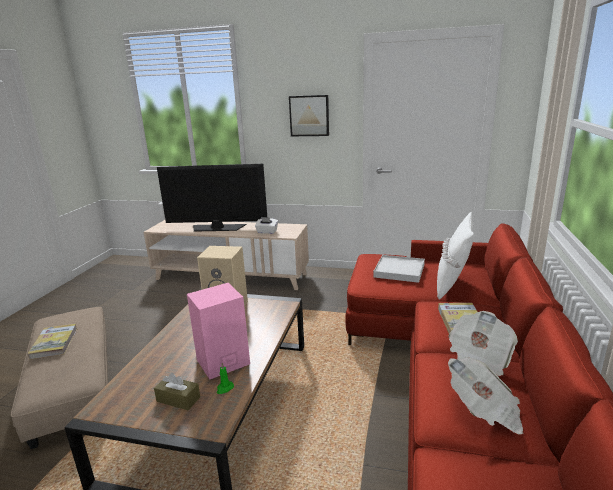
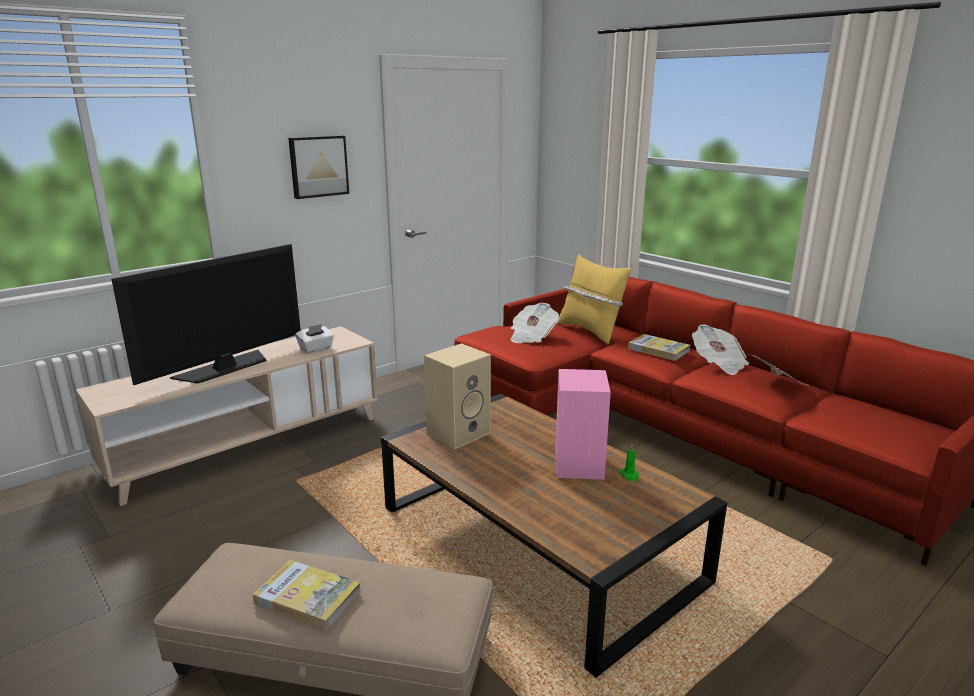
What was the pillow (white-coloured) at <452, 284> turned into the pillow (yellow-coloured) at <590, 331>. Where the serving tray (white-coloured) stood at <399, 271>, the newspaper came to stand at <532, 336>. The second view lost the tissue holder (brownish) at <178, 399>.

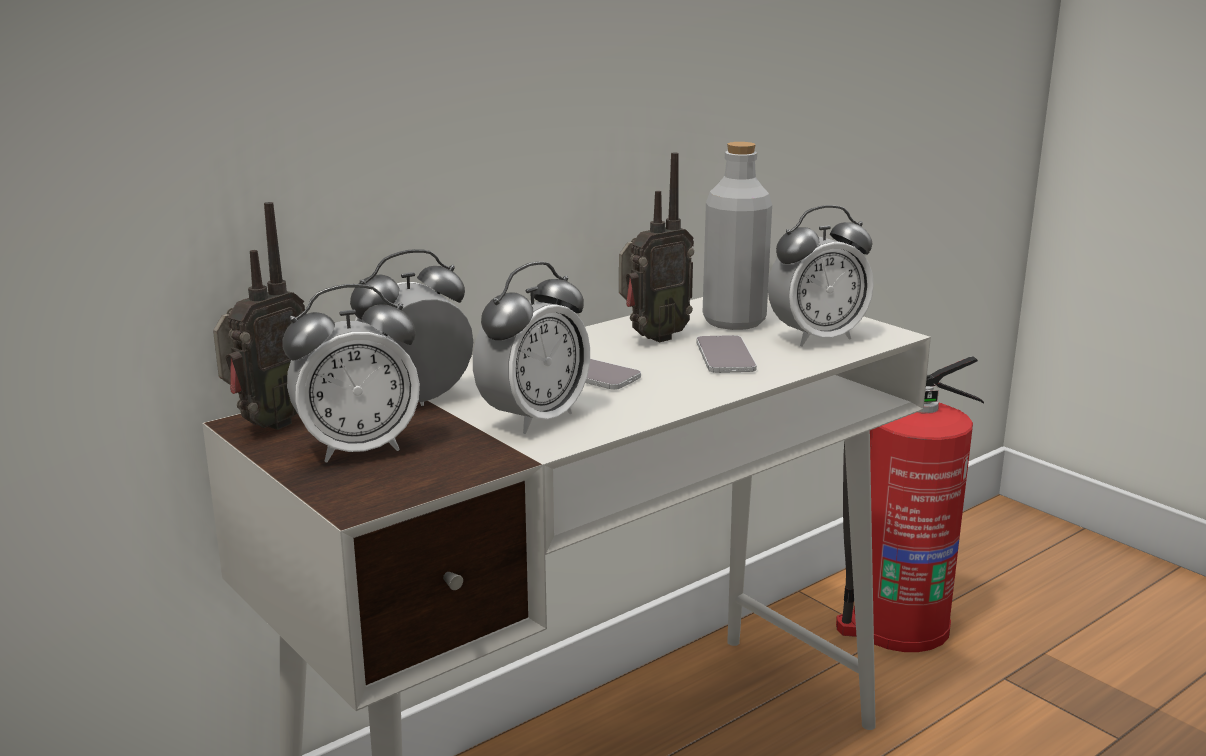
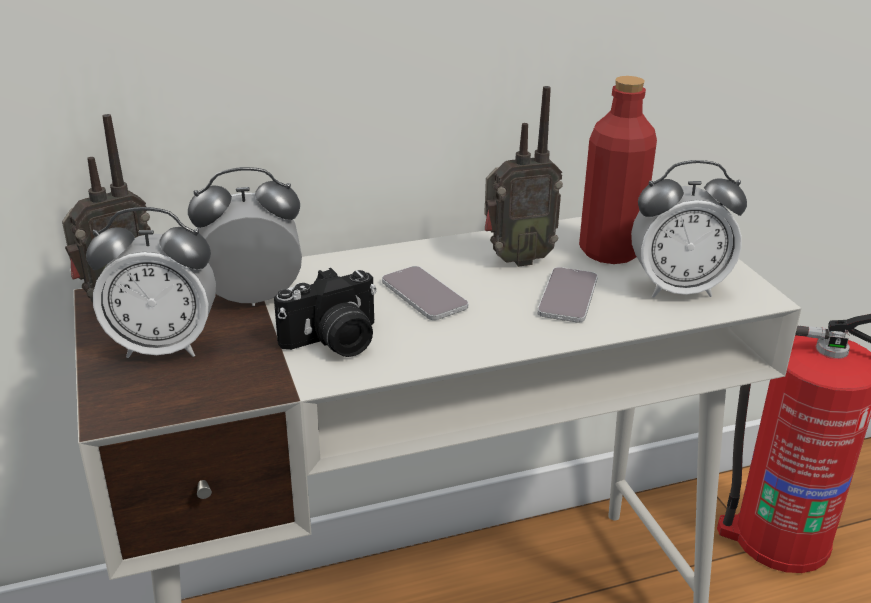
What was the bottle (grey) at <734, 321> turned into the bottle (red-coloured) at <610, 251>. Where the alarm clock stood at <534, 419>, the still camera came to stand at <334, 342>.

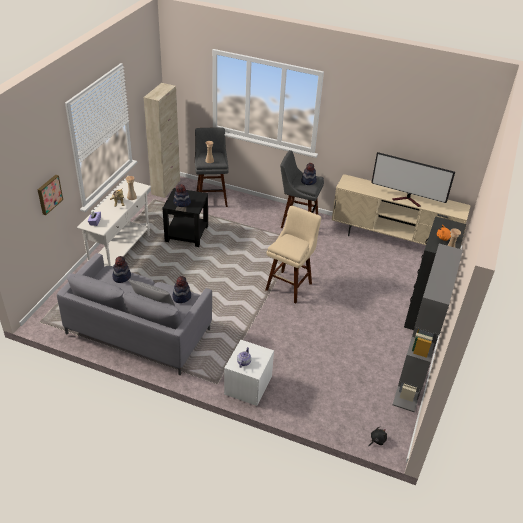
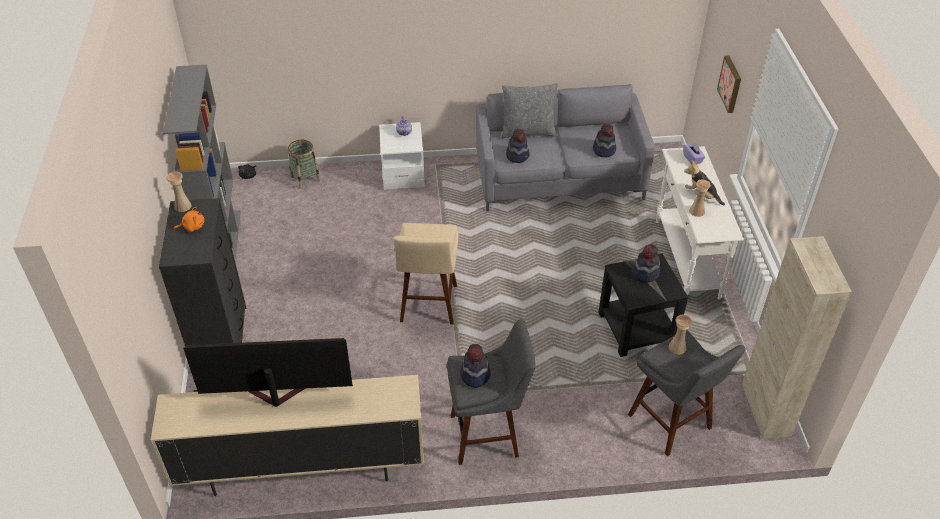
The second view gained the storage basket at <305, 178>.

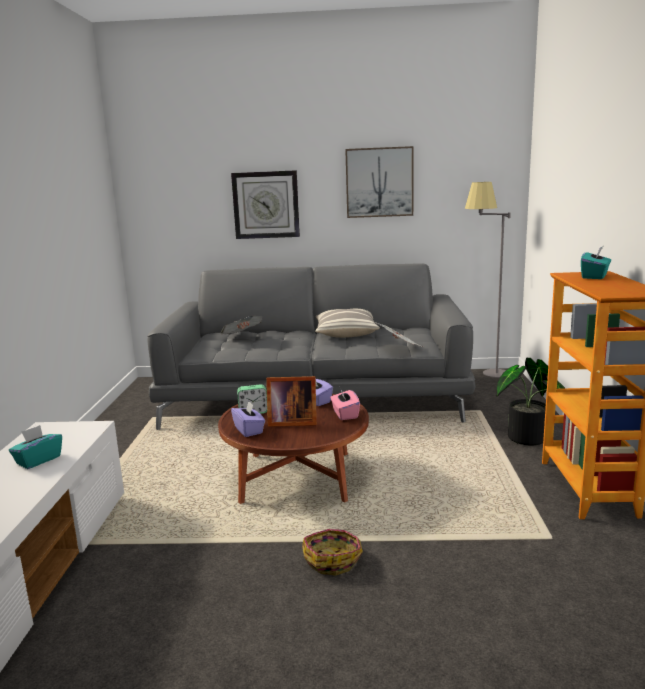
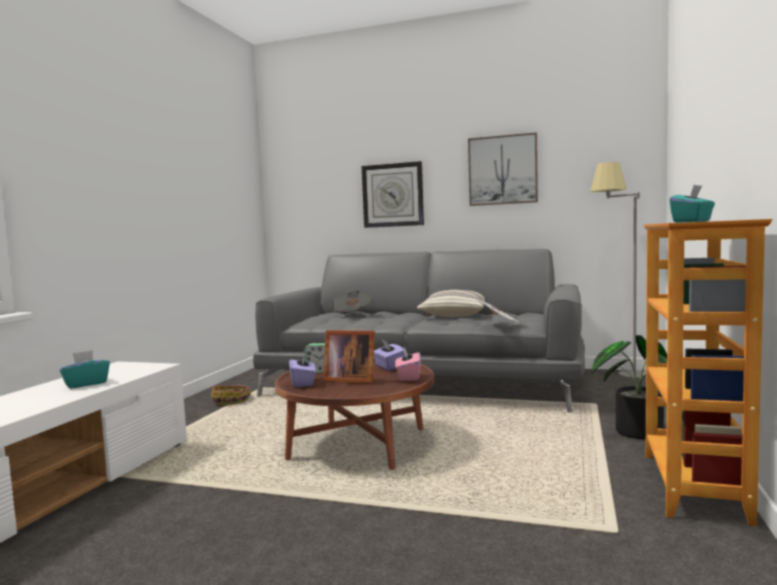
The storage basket ended up elsewhere, having gone from <333, 559> to <232, 401>.

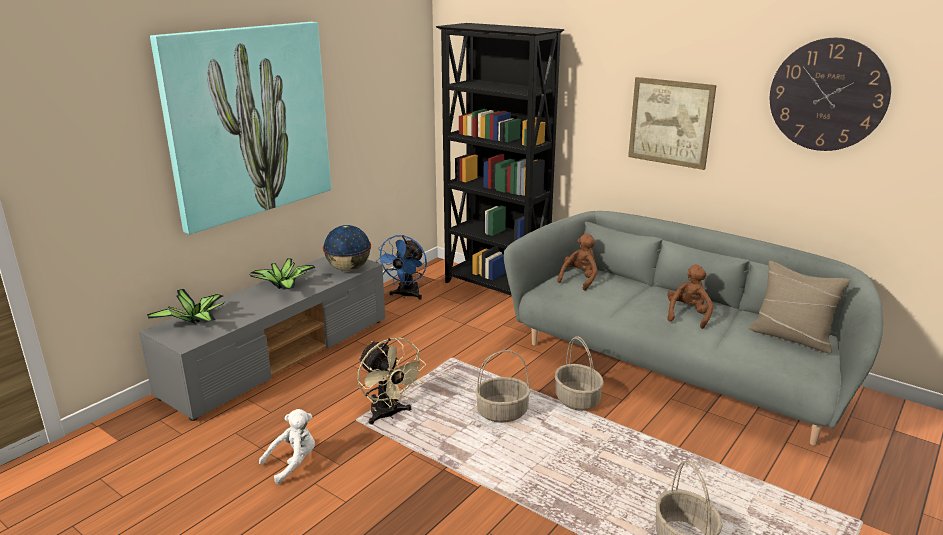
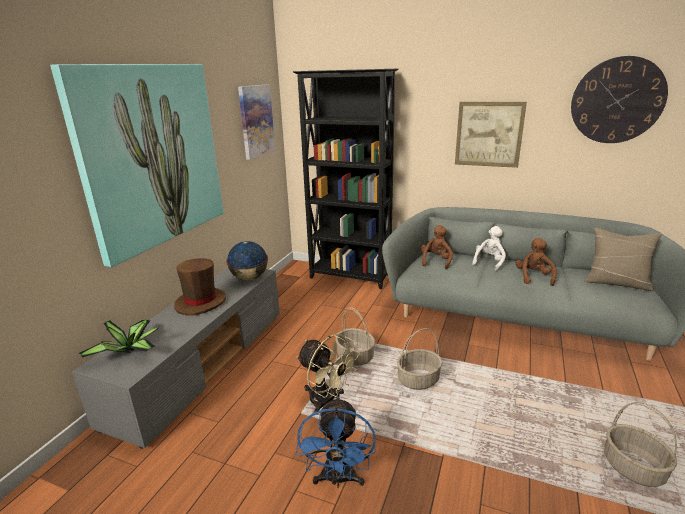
The cooling fan (blue) ended up elsewhere, having gone from <406, 295> to <338, 479>. Where the houseplant stood at <284, 287>, the wearable hat (brownish) came to stand at <201, 302>. The storage basket ended up elsewhere, having gone from <578, 400> to <355, 357>. The plush toy (white-coloured) ended up elsewhere, having gone from <293, 463> to <489, 262>. The second view gained the picture at <256, 121>.

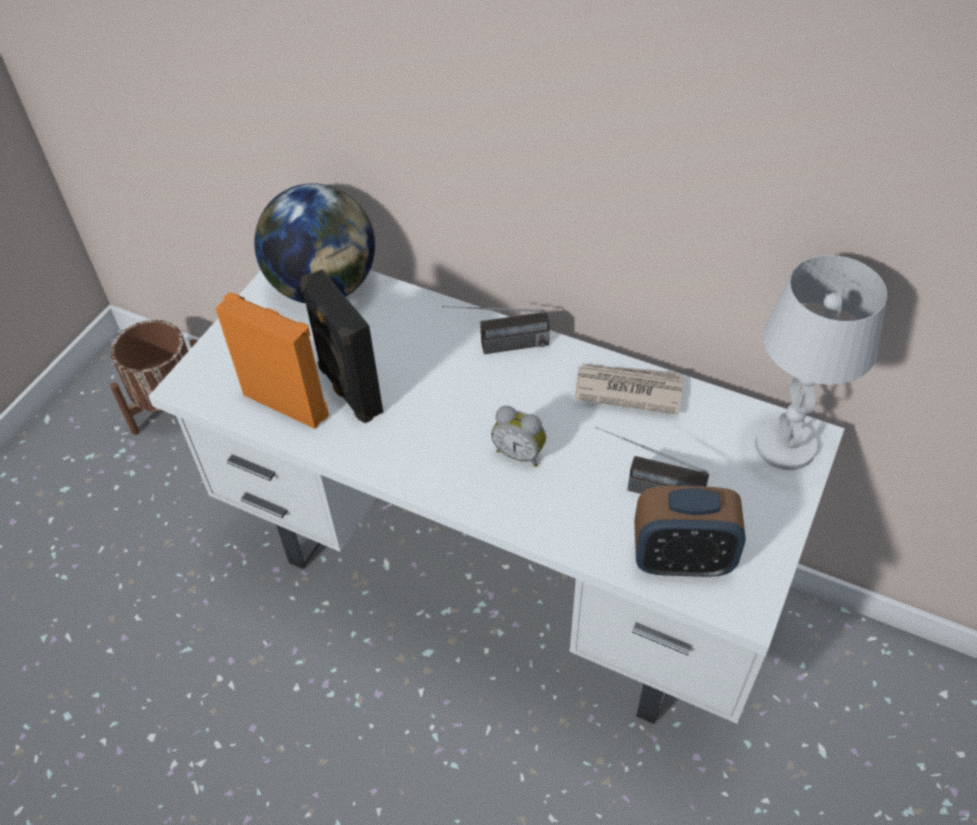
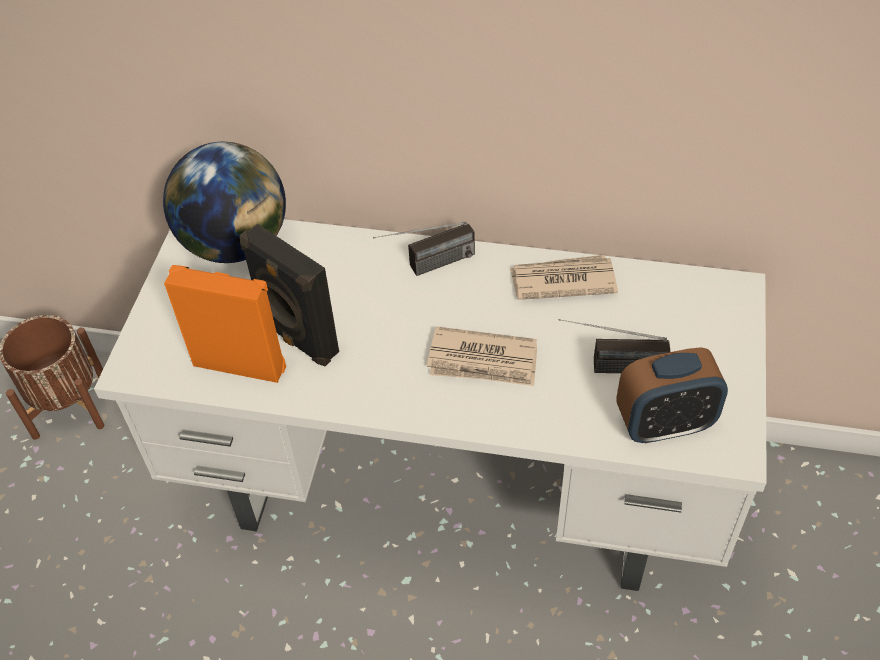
The second view lost the tabletop lamp (white-coloured) at <786, 446>. Where the alarm clock stood at <520, 453>, the newspaper came to stand at <483, 361>.

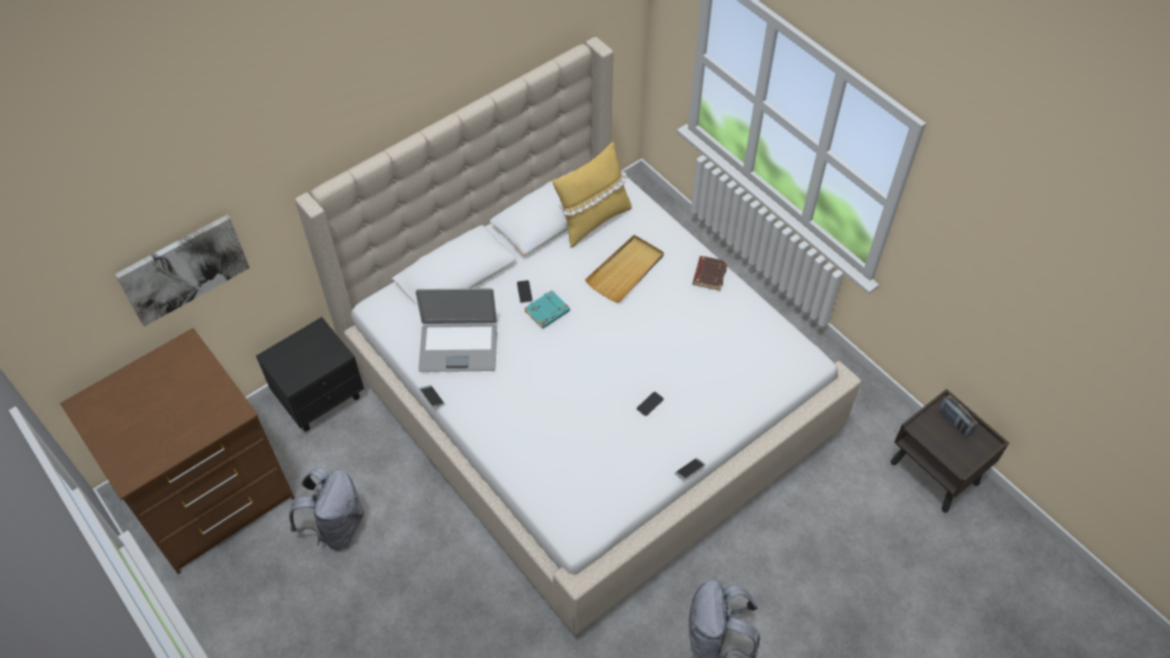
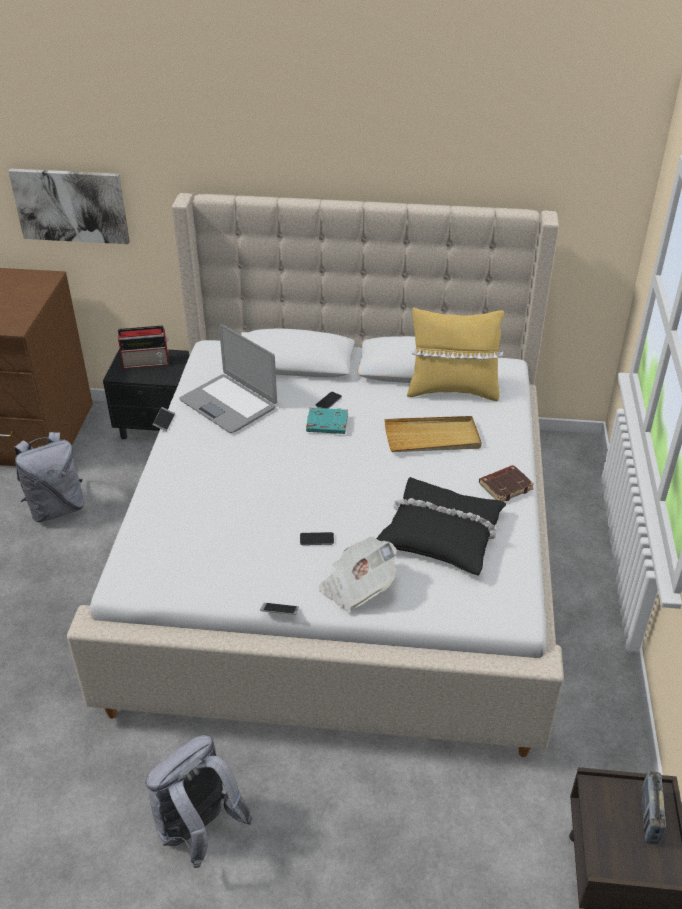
The second view gained the radio receiver at <147, 362>. The second view gained the pillow (black) at <441, 534>. The second view gained the newspaper at <357, 587>.

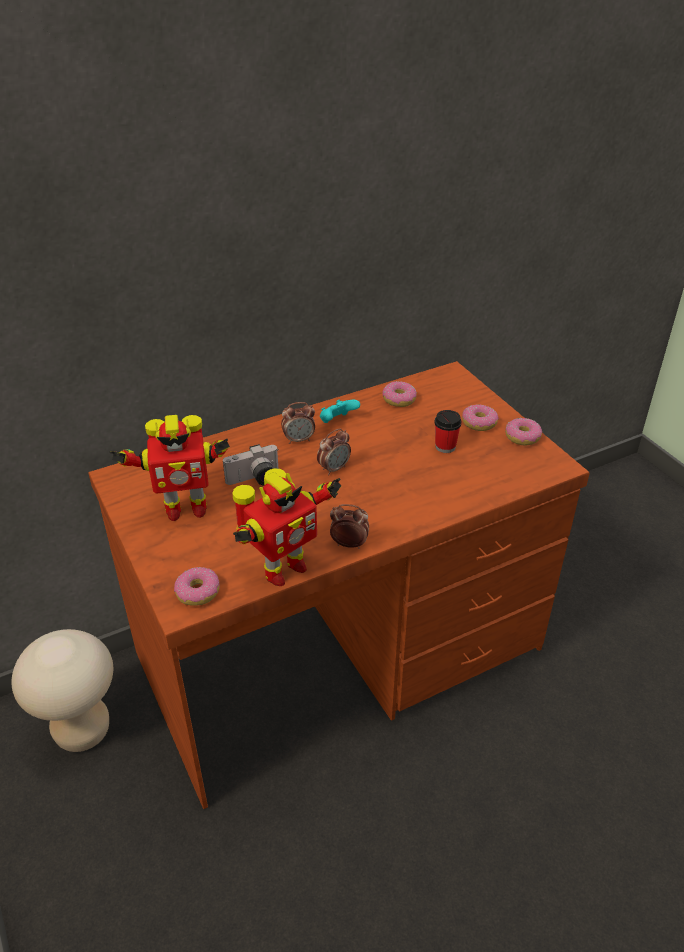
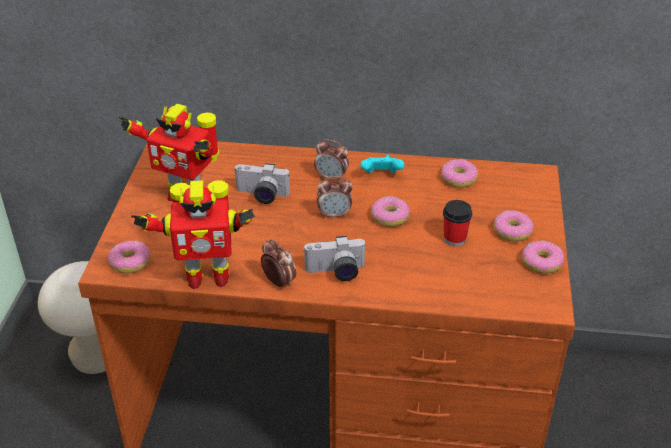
The second view gained the ring doughnut at <390, 217>. The second view gained the still camera at <336, 272>.

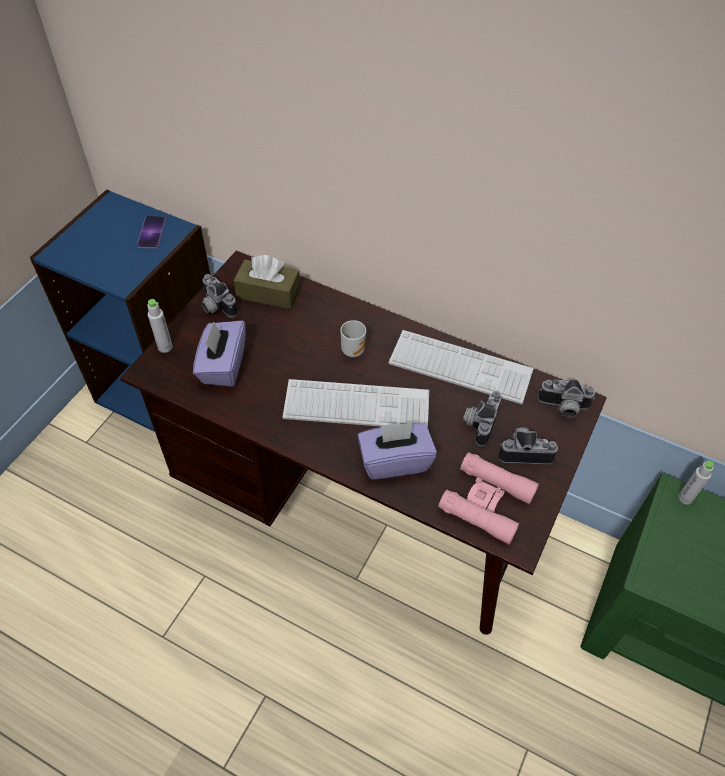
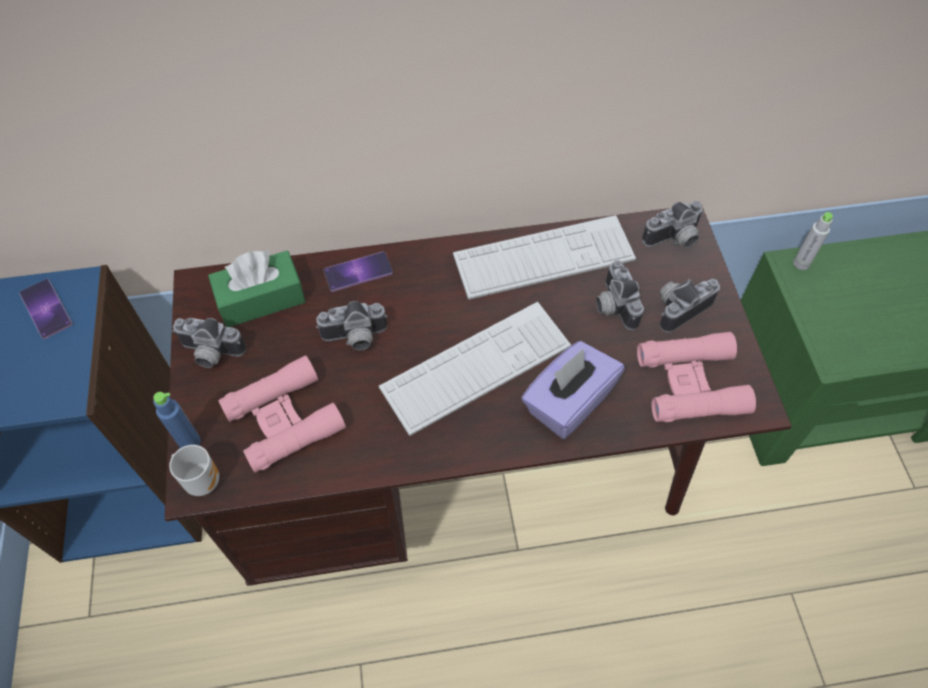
What was the tissue holder (brownish) at <268, 293> turned into the tissue holder (green) at <261, 299>. What was the bottle (grey) at <165, 347> turned into the bottle (blue) at <190, 442>. The coffee mug ended up elsewhere, having gone from <353, 350> to <202, 479>. Where the tissue holder (purplish) stood at <223, 366>, the binoculars (pink) came to stand at <284, 419>. The second view gained the telephone at <358, 272>. The second view gained the still camera at <355, 339>.

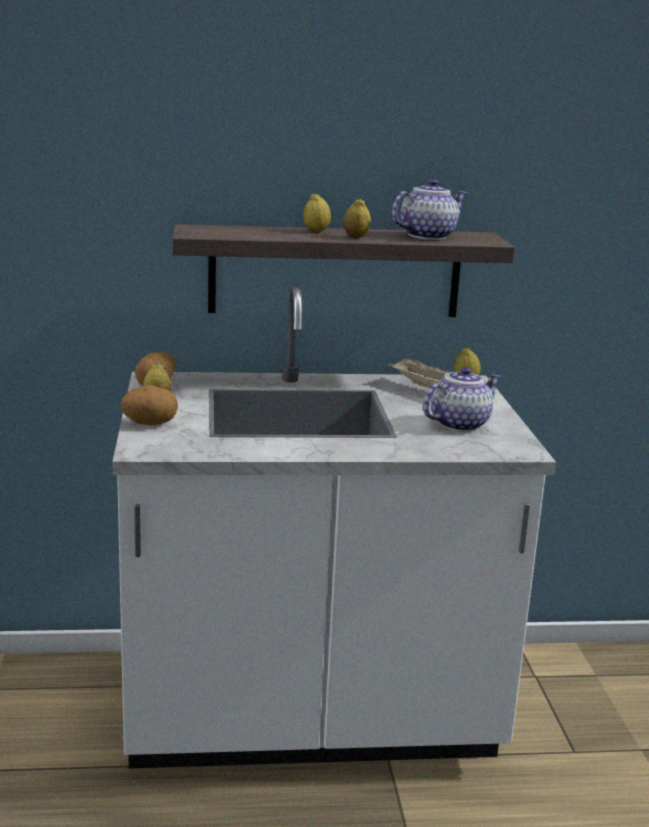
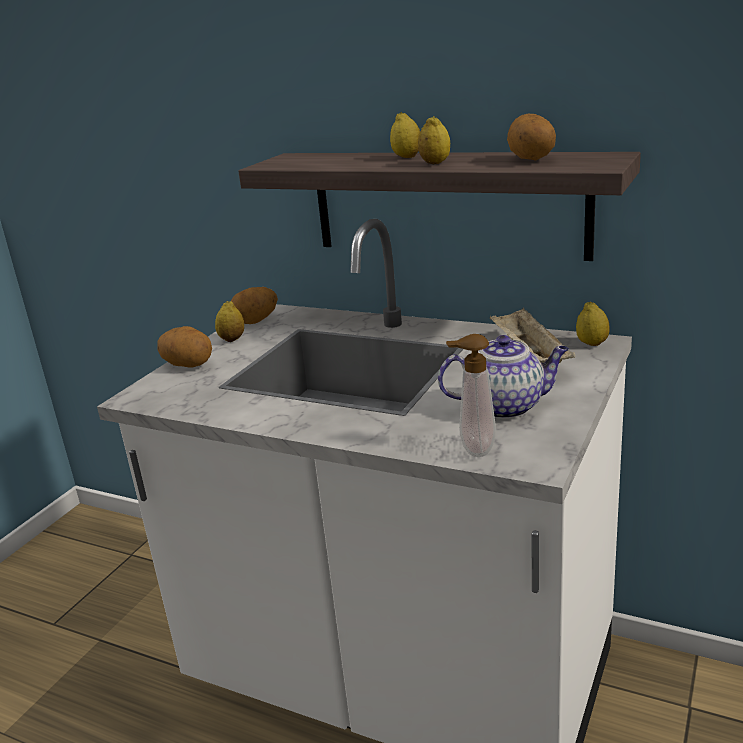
Where the pot for tea stood at <428, 236>, the spud came to stand at <530, 160>. The second view gained the soap dispenser at <473, 450>.

